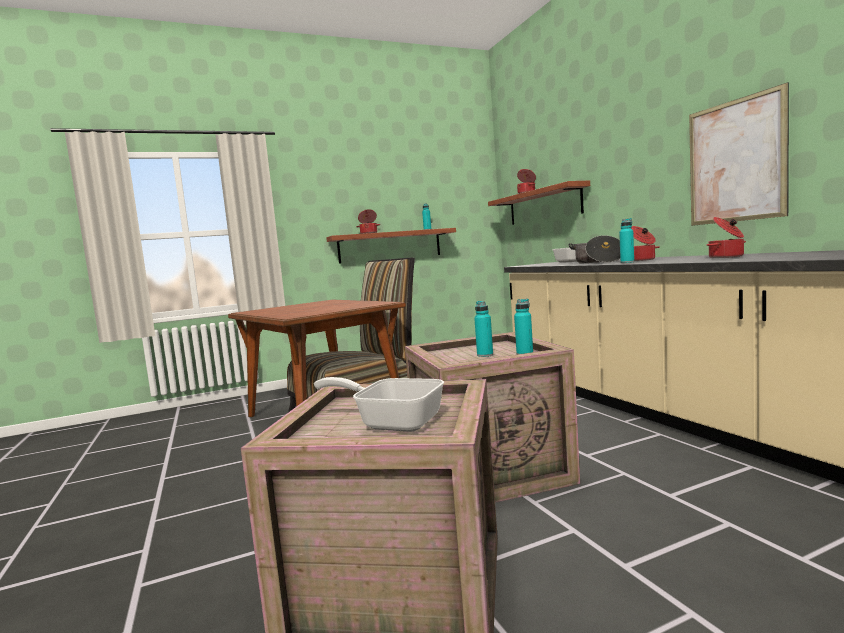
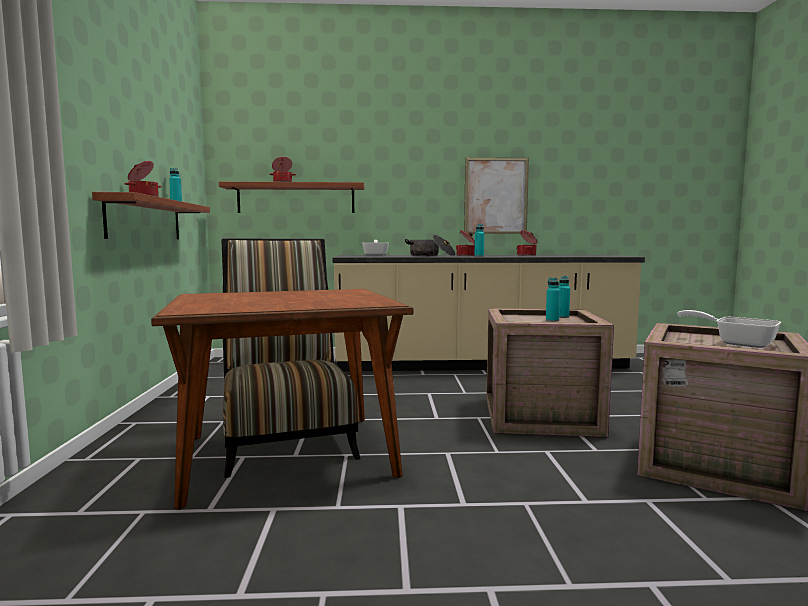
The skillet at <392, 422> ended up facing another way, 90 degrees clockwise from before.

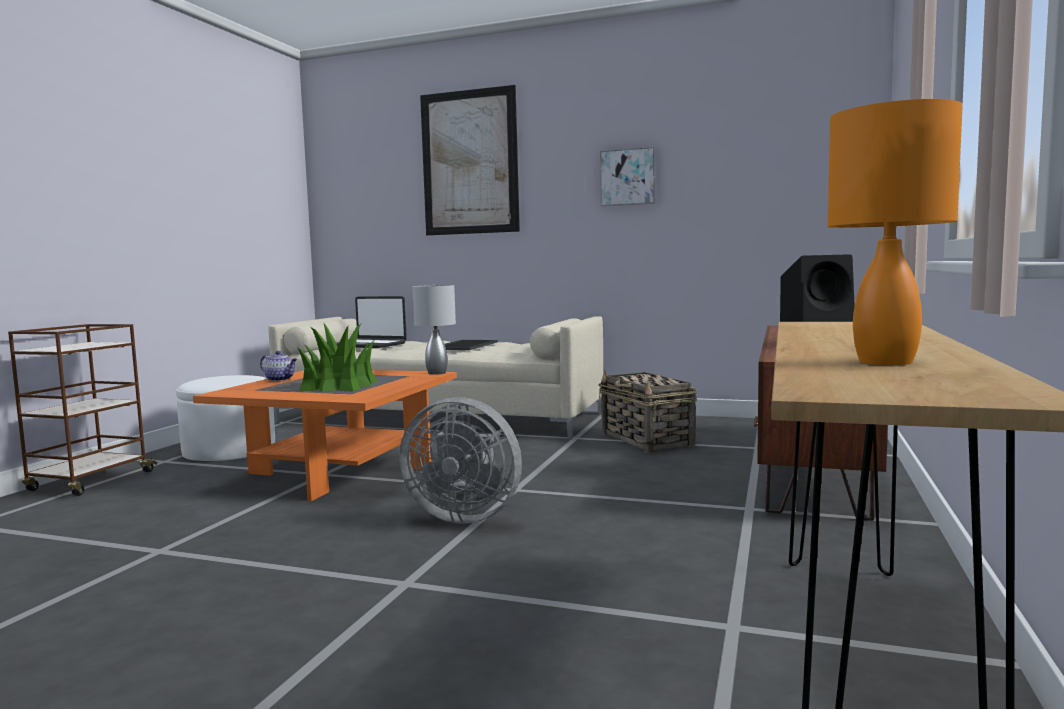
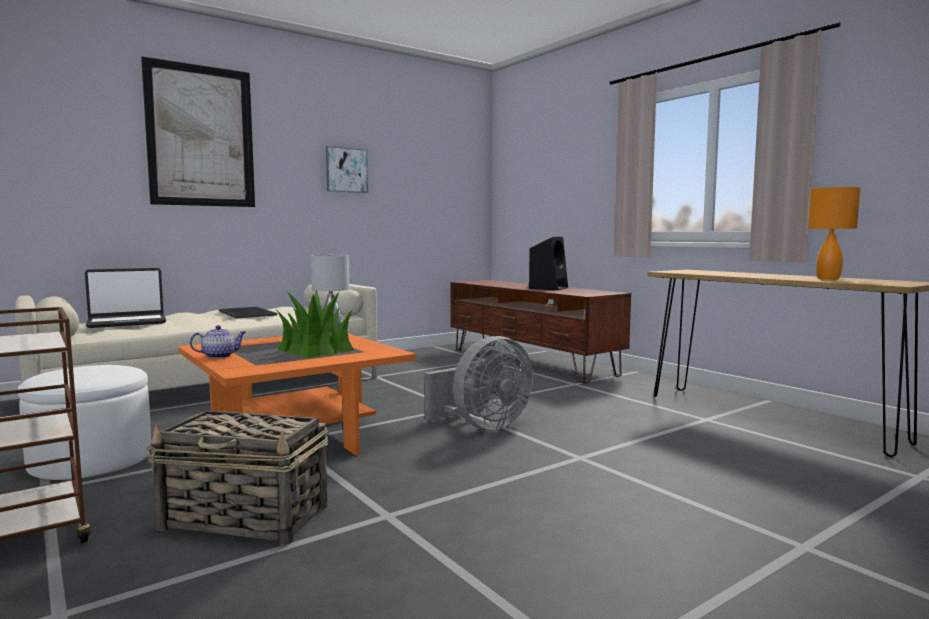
The storage basket ended up elsewhere, having gone from <647, 440> to <246, 518>.

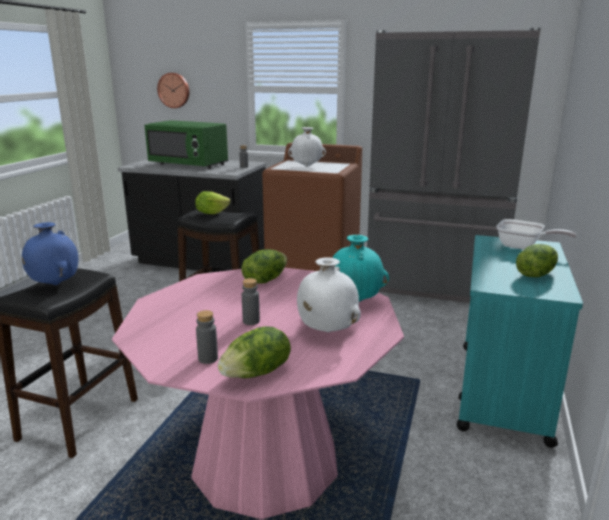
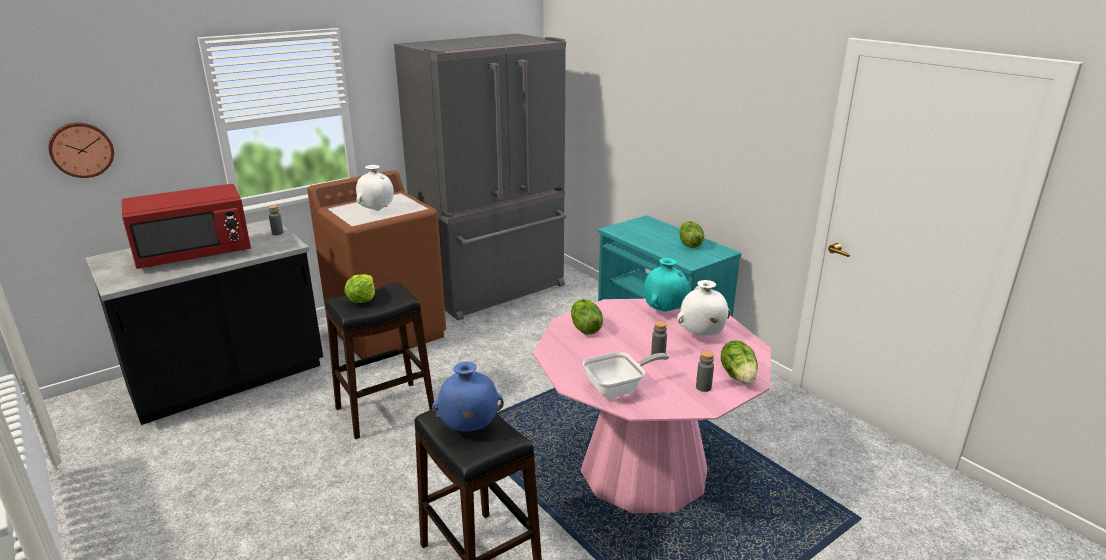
What was the microwave oven (green) at <189, 164> turned into the microwave oven (red-coloured) at <195, 254>. The skillet ended up elsewhere, having gone from <523, 247> to <619, 388>.

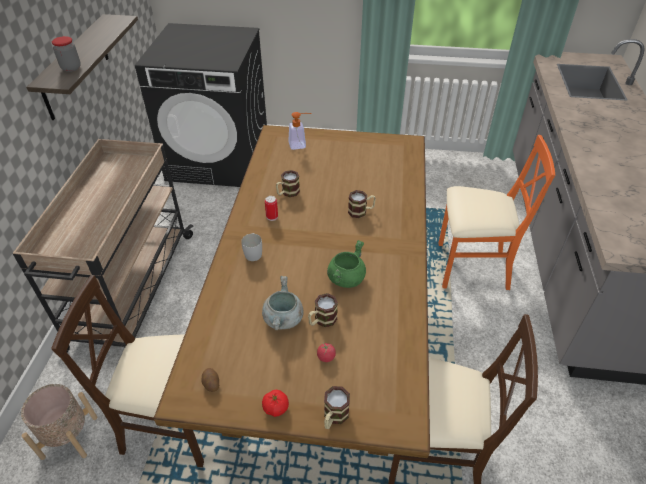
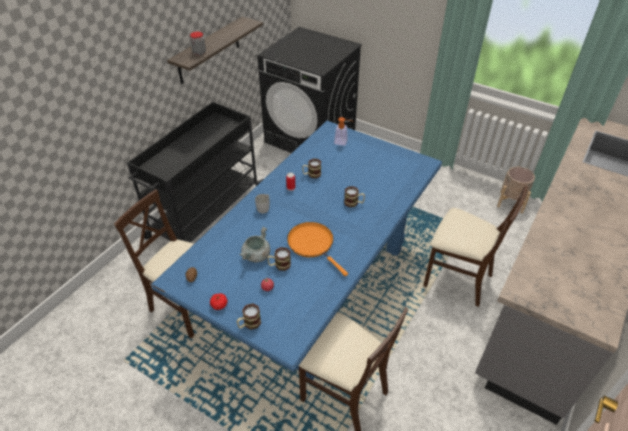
What was the kitchen table (brownish) at <321, 333> turned into the kitchen table (blue) at <313, 285>. What was the upright chair (orange-coloured) at <471, 267> turned into the upright chair (beige-coloured) at <457, 279>. What was the cart (beige-coloured) at <132, 291> turned into the cart (black) at <205, 212>. Where the saucepot (green) stood at <346, 278>, the skillet (orange-coloured) came to stand at <312, 244>. The planter (beige-coloured) ended up elsewhere, having gone from <69, 436> to <511, 202>.

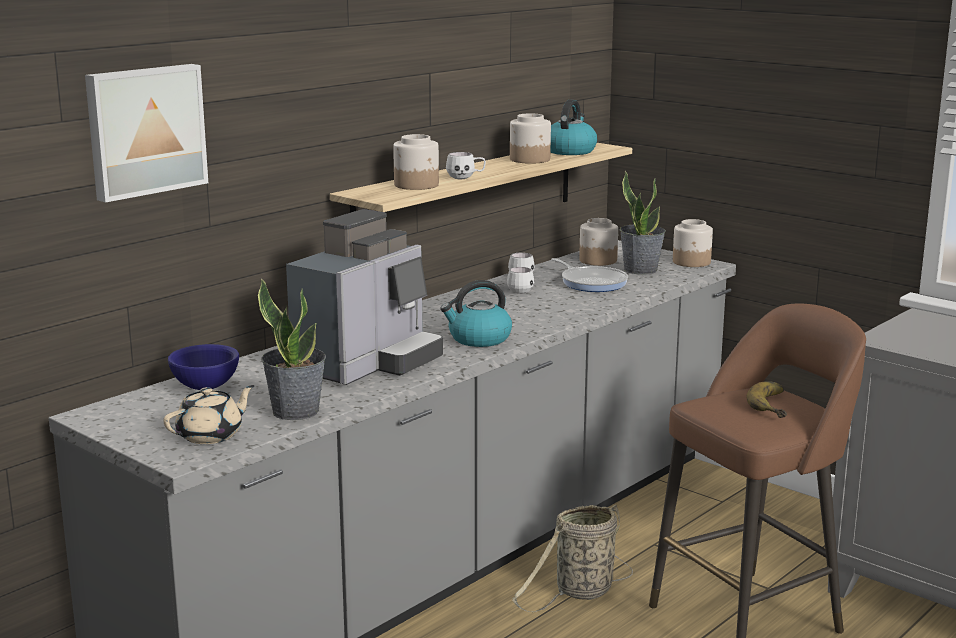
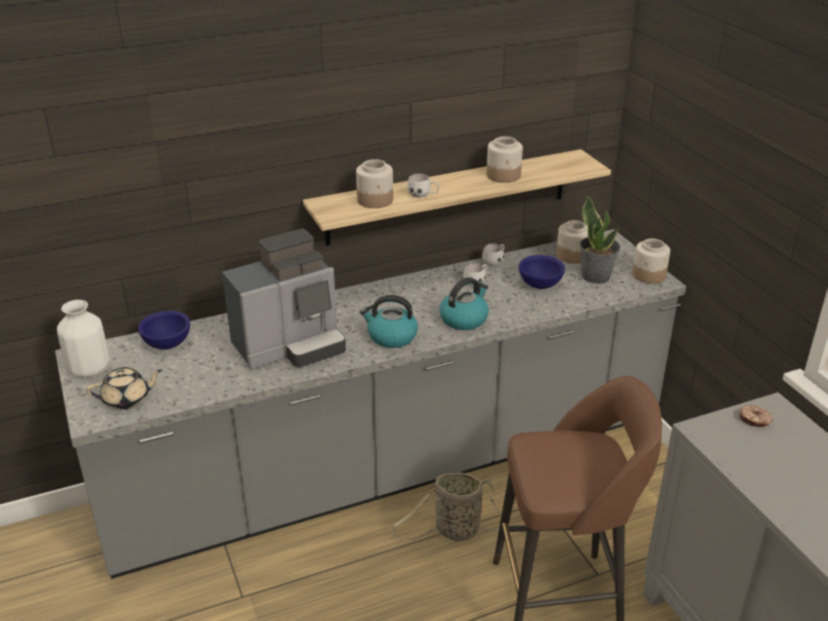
The second view lost the picture at <145, 130>. The water kettle ended up elsewhere, having gone from <570, 151> to <464, 319>. Where the skillet stood at <591, 282>, the bowl (blue) came to stand at <540, 284>. The second view lost the houseplant at <296, 411>. The second view lost the banana fruit at <776, 405>. The second view gained the vase (white-coloured) at <89, 370>. The second view gained the ring doughnut at <754, 420>.

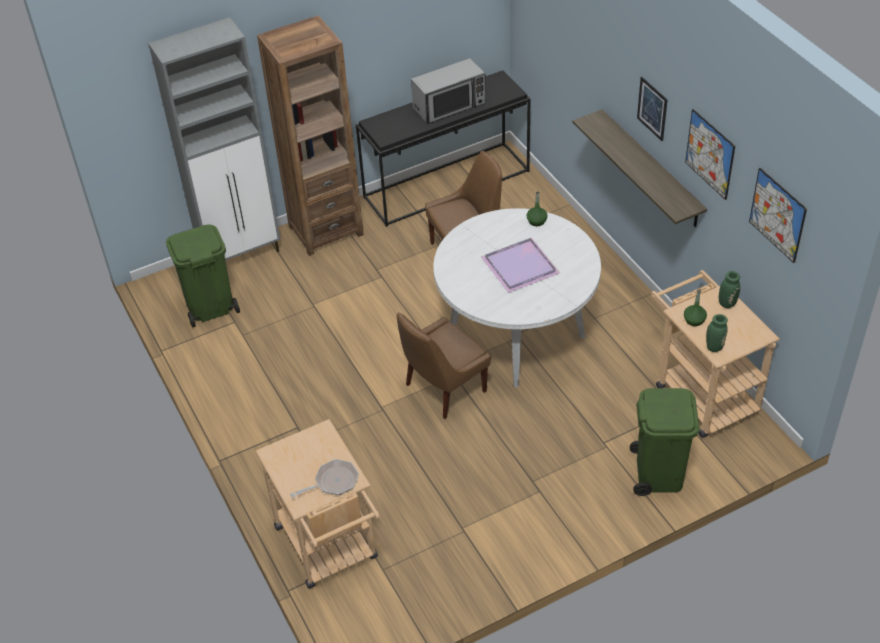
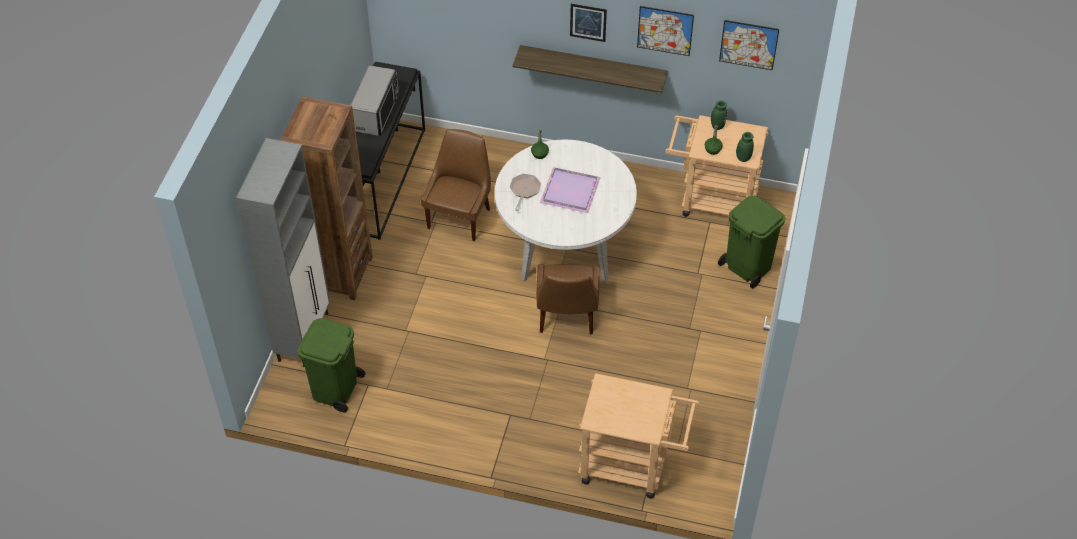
The skillet ended up elsewhere, having gone from <333, 482> to <524, 191>.

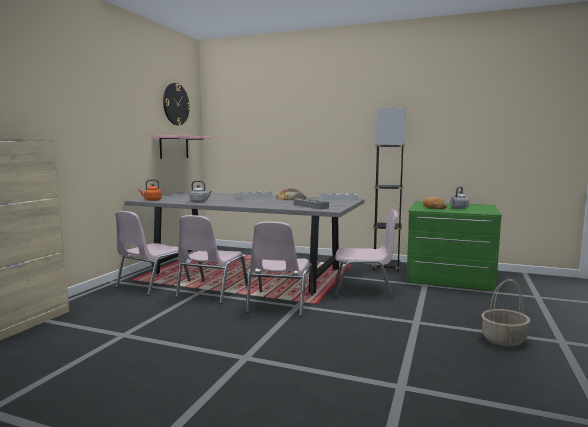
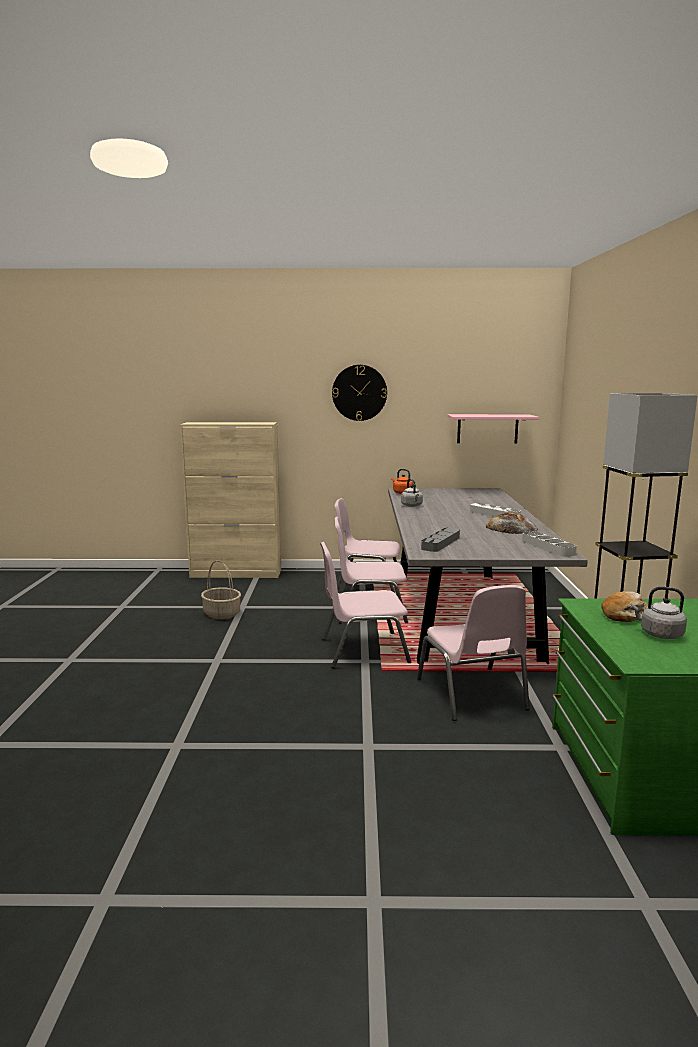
The wall clock ended up elsewhere, having gone from <176, 104> to <359, 392>. The storage basket ended up elsewhere, having gone from <503, 339> to <221, 614>.

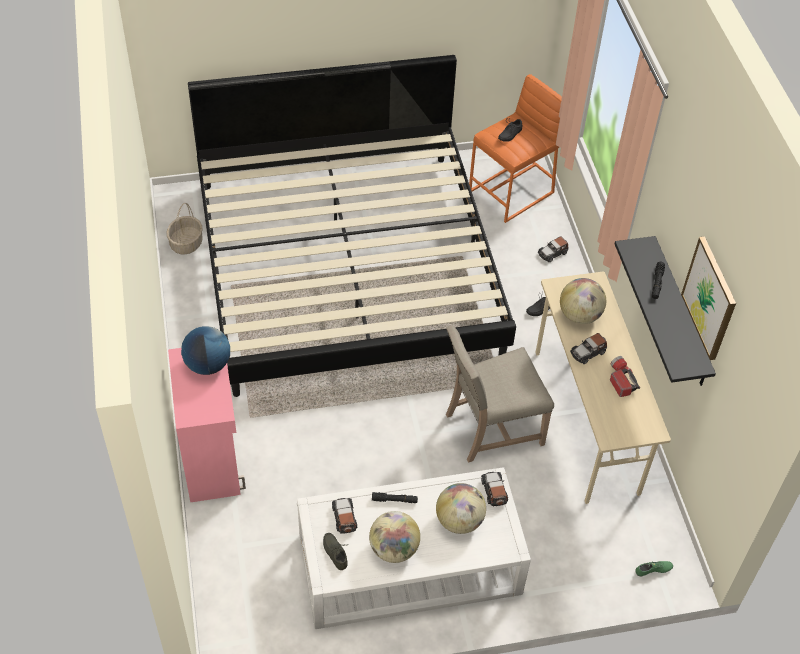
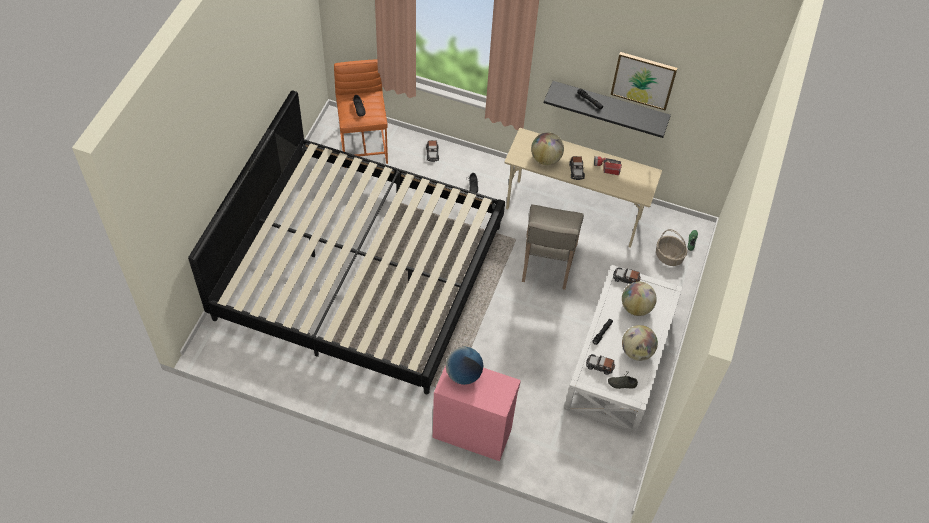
The storage basket ended up elsewhere, having gone from <186, 244> to <669, 256>.

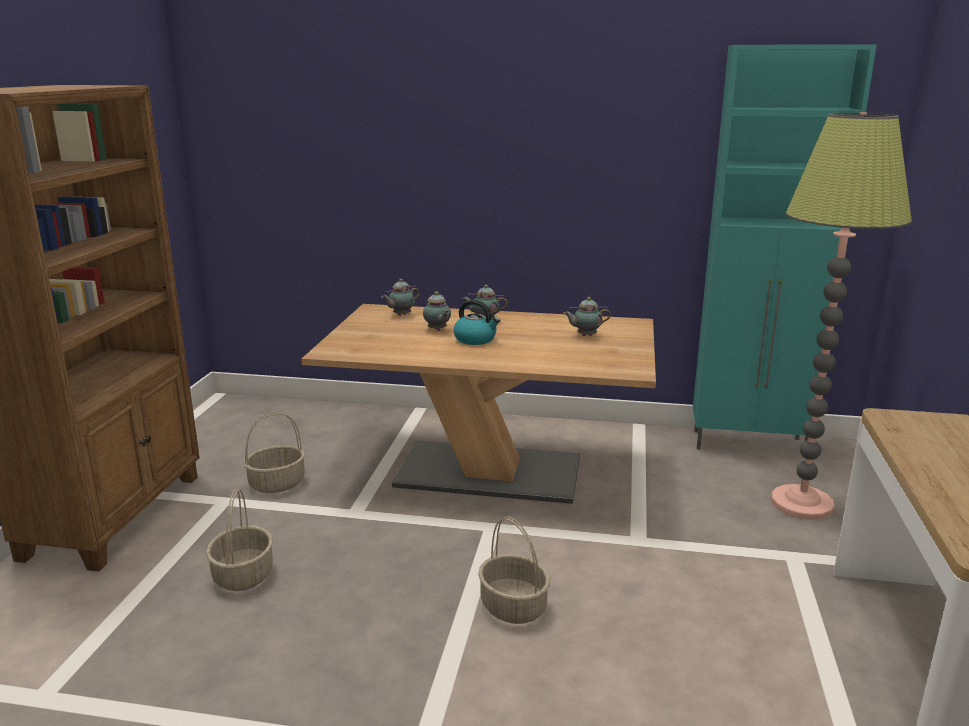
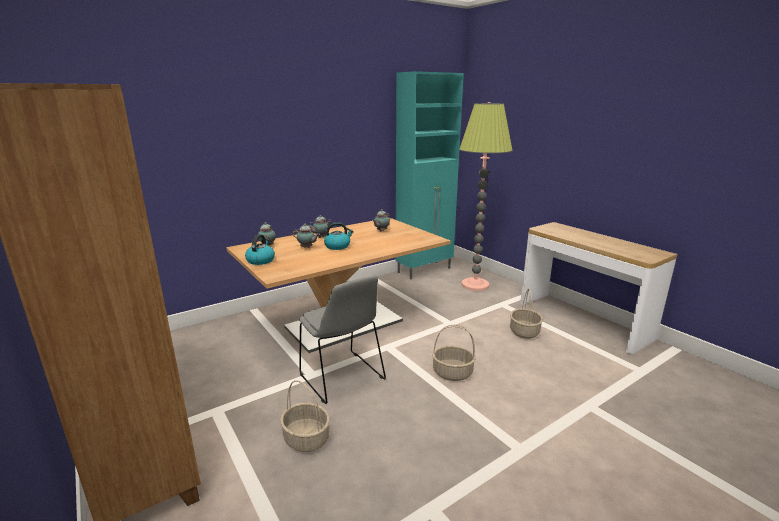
The storage basket ended up elsewhere, having gone from <277, 483> to <524, 332>. The second view gained the water kettle at <260, 260>. The second view gained the upright chair (grey) at <343, 378>.

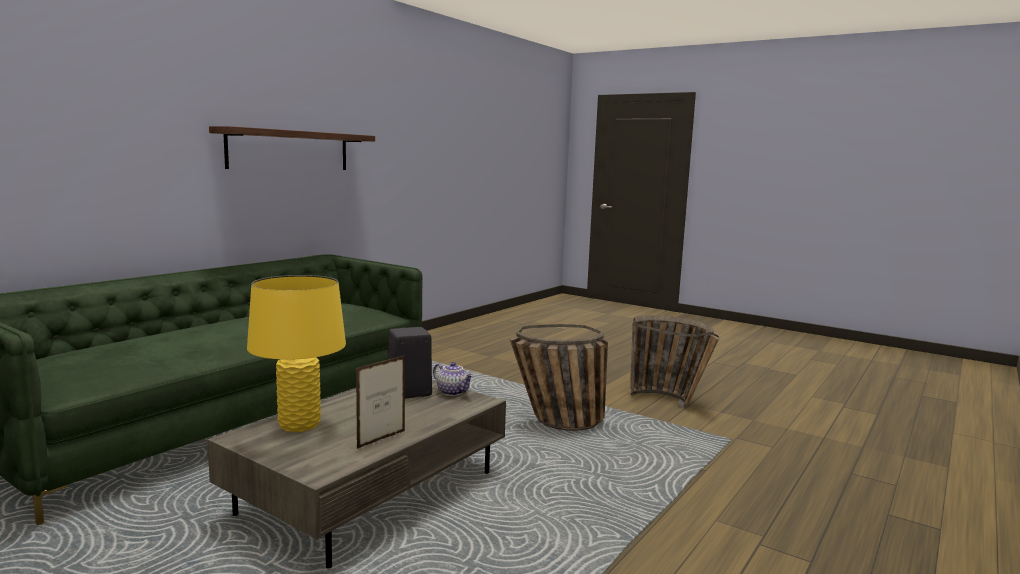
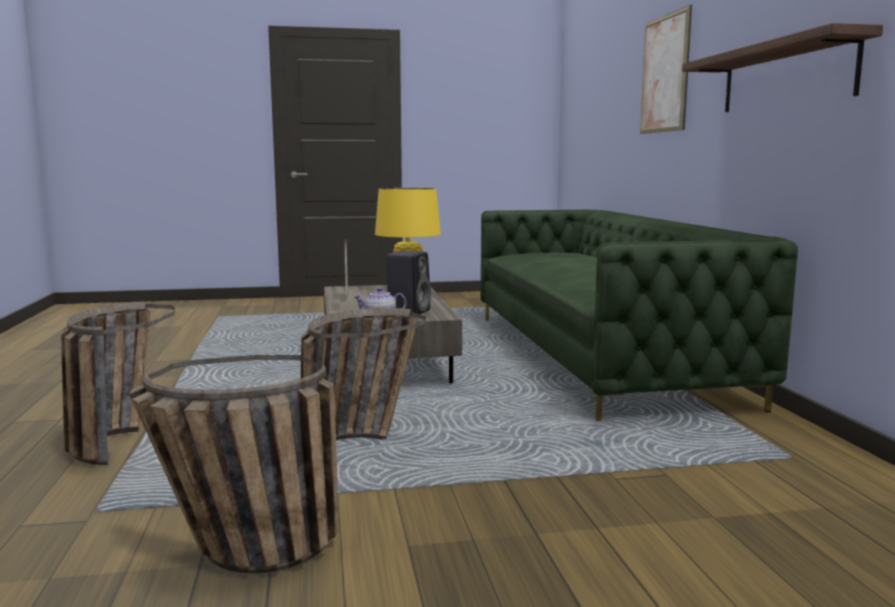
The second view gained the picture at <664, 74>. The second view gained the storage basket at <115, 440>.

